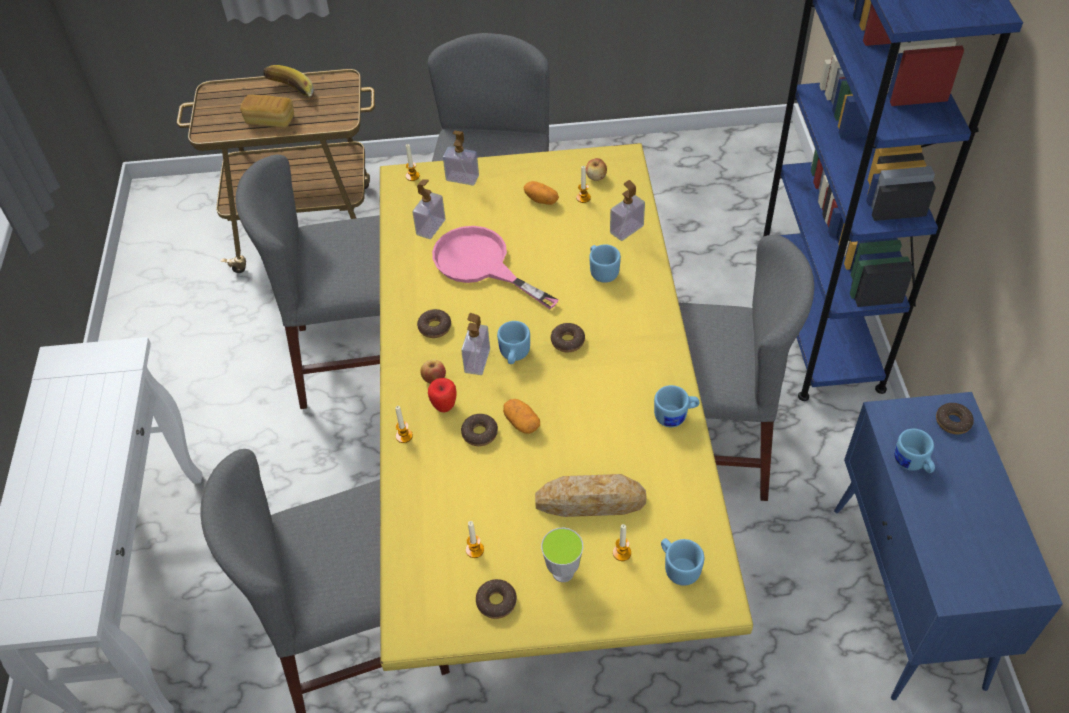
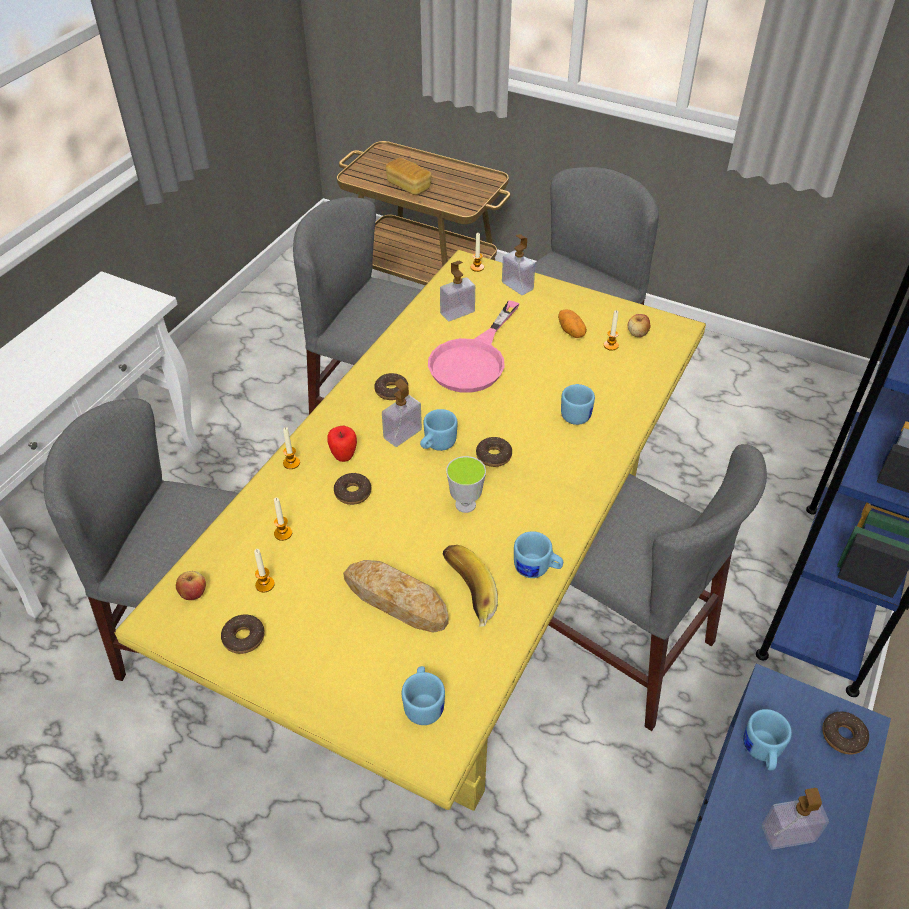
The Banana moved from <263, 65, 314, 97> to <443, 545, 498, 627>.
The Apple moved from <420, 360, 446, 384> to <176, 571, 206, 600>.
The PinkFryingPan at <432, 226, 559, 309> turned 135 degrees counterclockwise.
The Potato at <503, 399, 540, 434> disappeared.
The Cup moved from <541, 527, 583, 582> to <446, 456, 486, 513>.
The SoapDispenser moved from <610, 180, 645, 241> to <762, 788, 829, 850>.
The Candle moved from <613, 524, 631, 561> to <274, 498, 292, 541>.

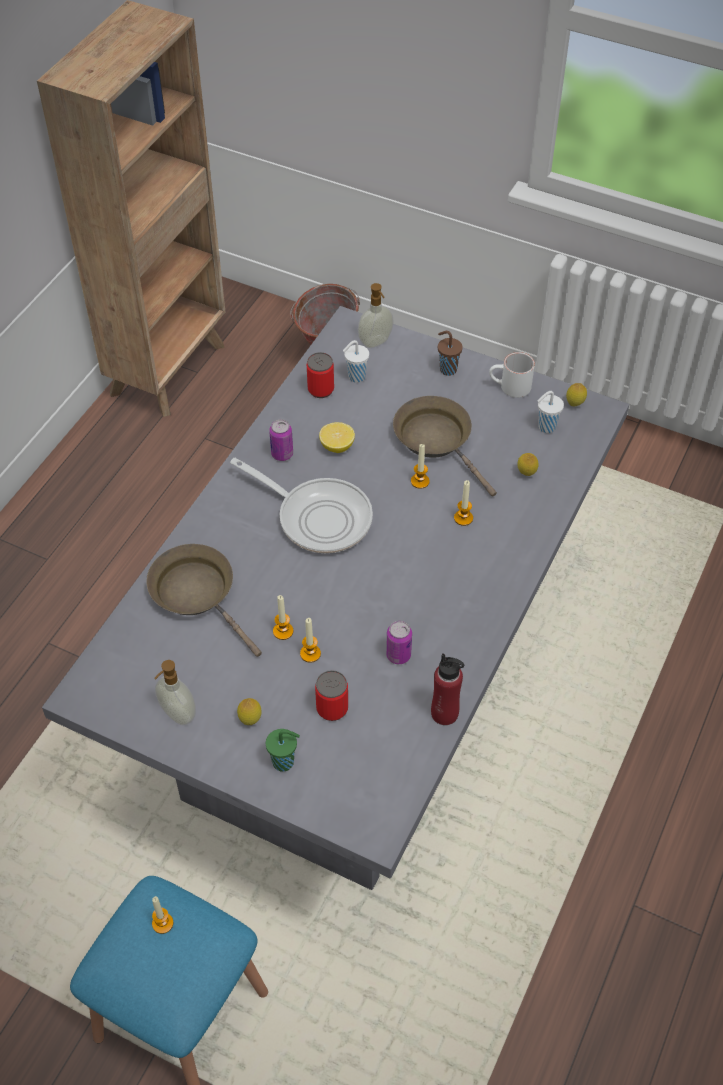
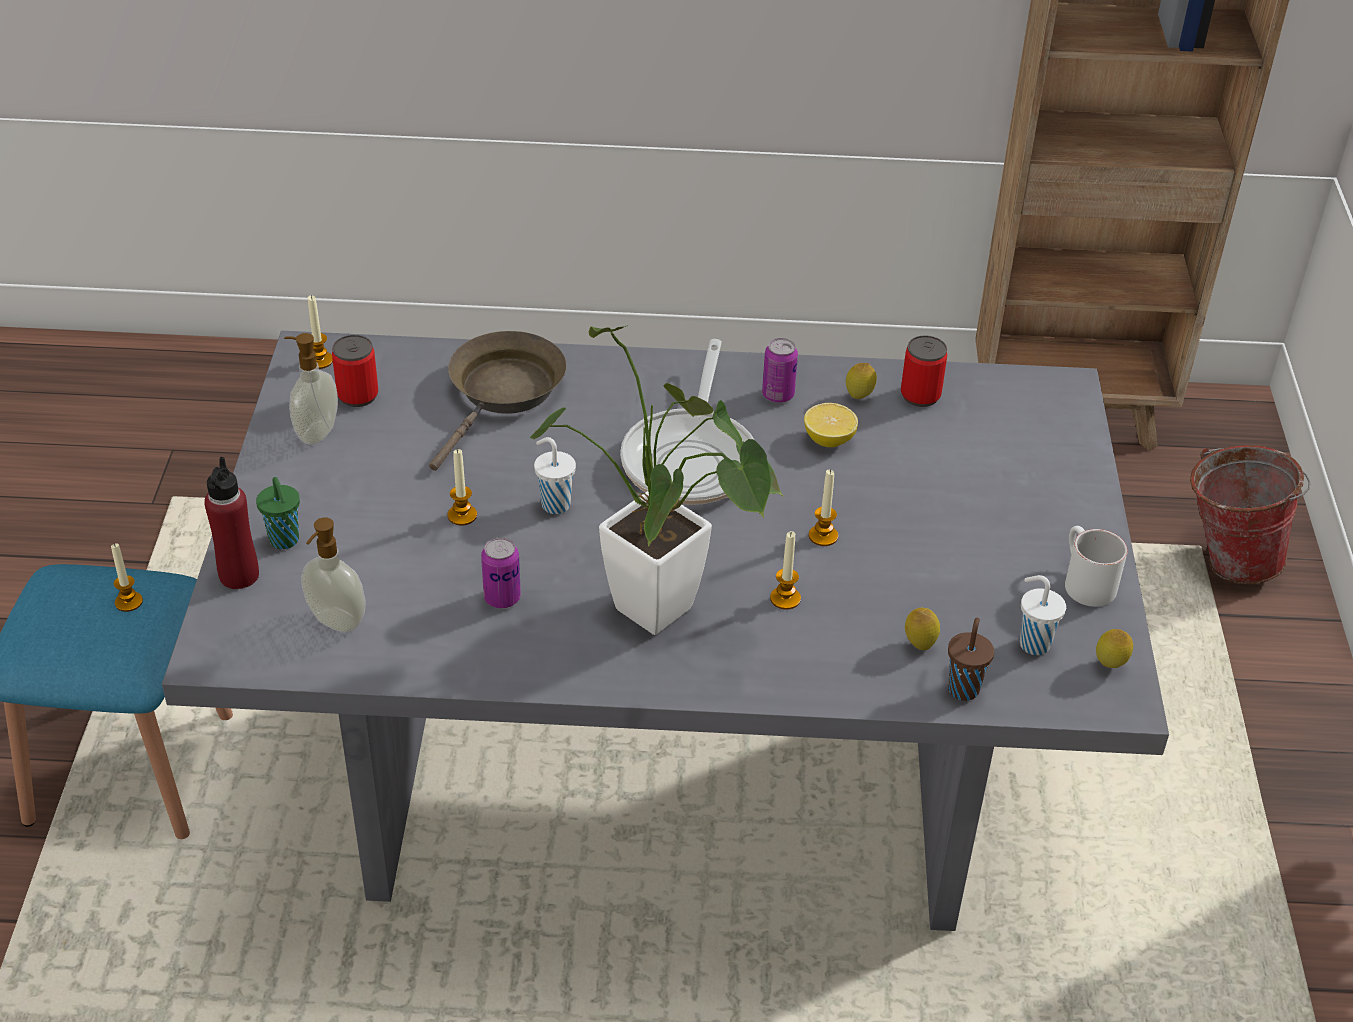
The Lemon moved from <237, 698, 262, 725> to <846, 363, 877, 399>.
The Candle moved from <273, 595, 293, 640> to <308, 295, 333, 369>.
The Can moved from <315, 670, 348, 721> to <332, 335, 378, 407>.
The WhiteCup moved from <343, 340, 369, 383> to <534, 437, 576, 514>.
The SoapDispenser moved from <358, 283, 394, 348> to <301, 518, 366, 632>.
The BrownFryingPan at <393, 396, 497, 497> disappeared.
The RedBottle moved from <431, 654, 464, 725> to <204, 457, 259, 589>.
The BrownCup moved from <438, 331, 463, 376> to <948, 618, 994, 701>.
The PottedPlant at <530, 326, 783, 635> appeared.

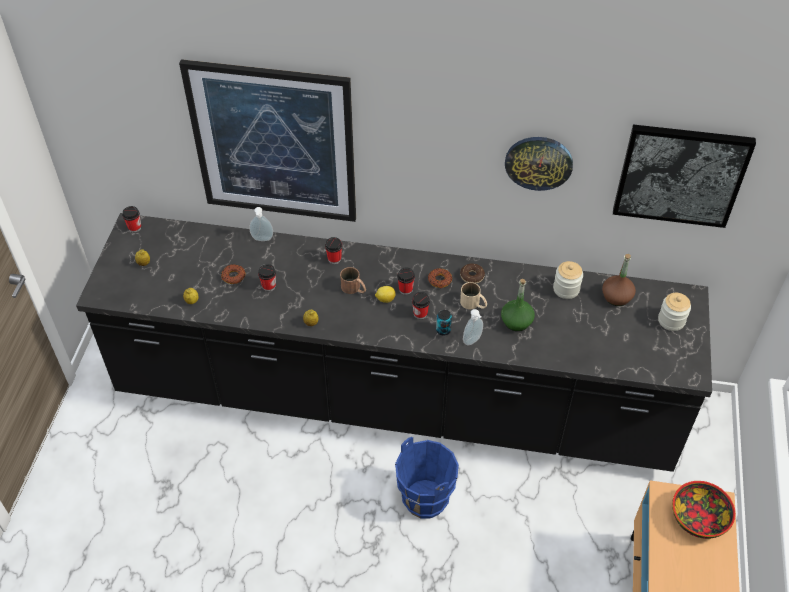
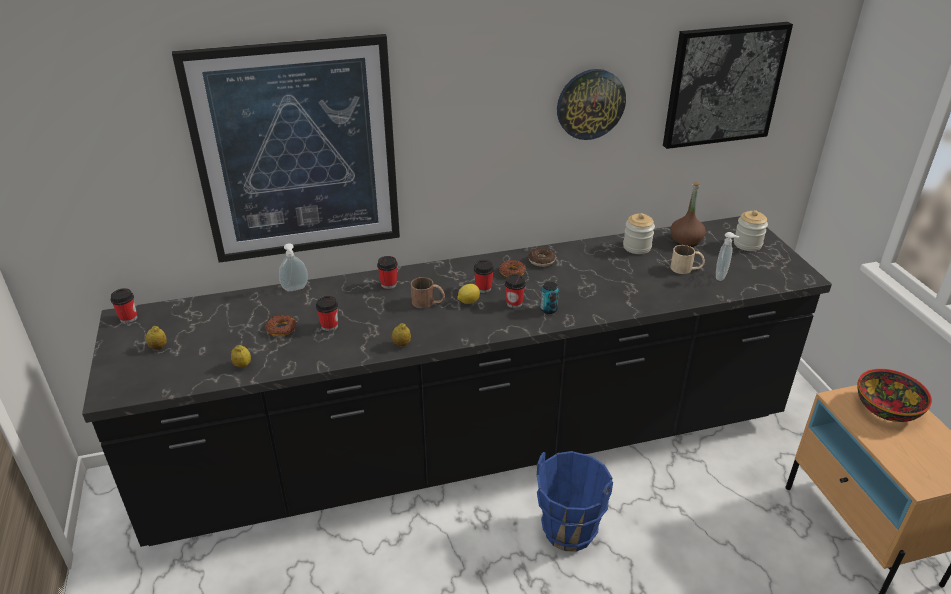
The BeigeMug moved from <460, 282, 487, 309> to <671, 245, 705, 274>.
The SoapDispenser moved from <463, 309, 483, 345> to <716, 232, 739, 281>.
The GreenBottle at <501, 279, 535, 331> disappeared.

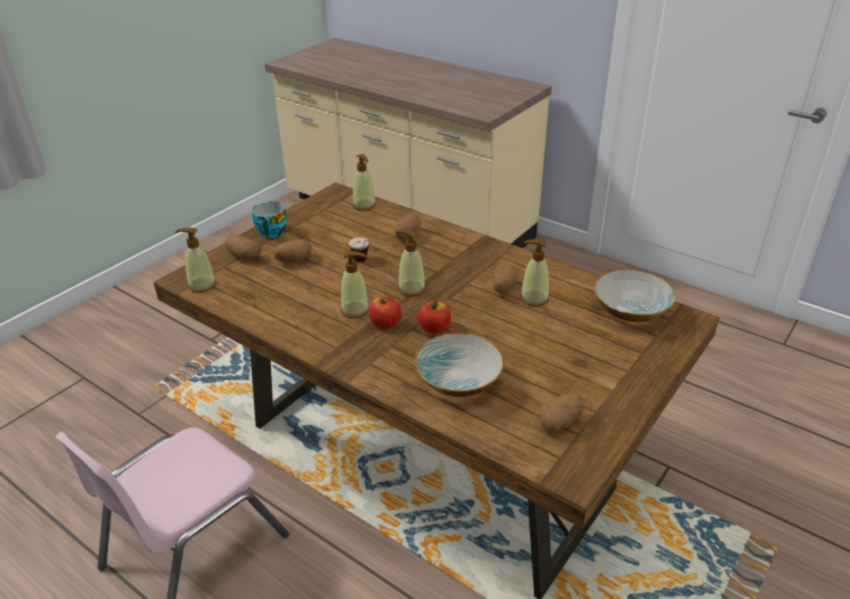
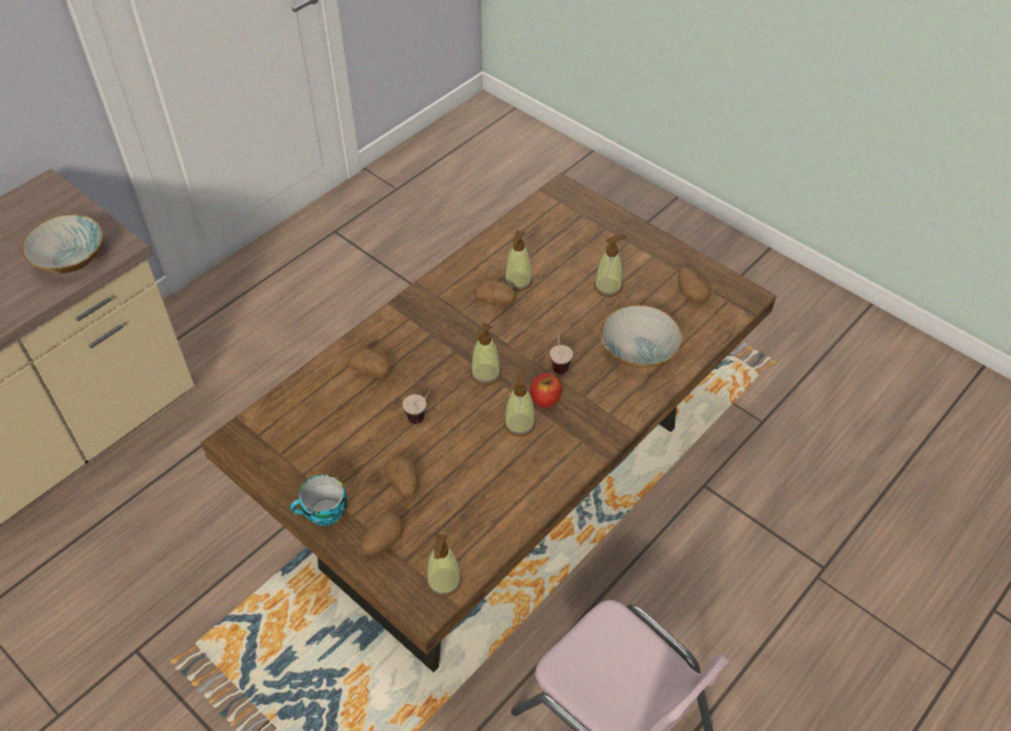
The SoapDispenser moved from <353, 154, 376, 211> to <594, 235, 627, 297>.
The Apple at <418, 300, 451, 334> was replaced by the Cup at <550, 321, 573, 374>.
The Bowl moved from <594, 270, 676, 322> to <21, 214, 103, 273>.

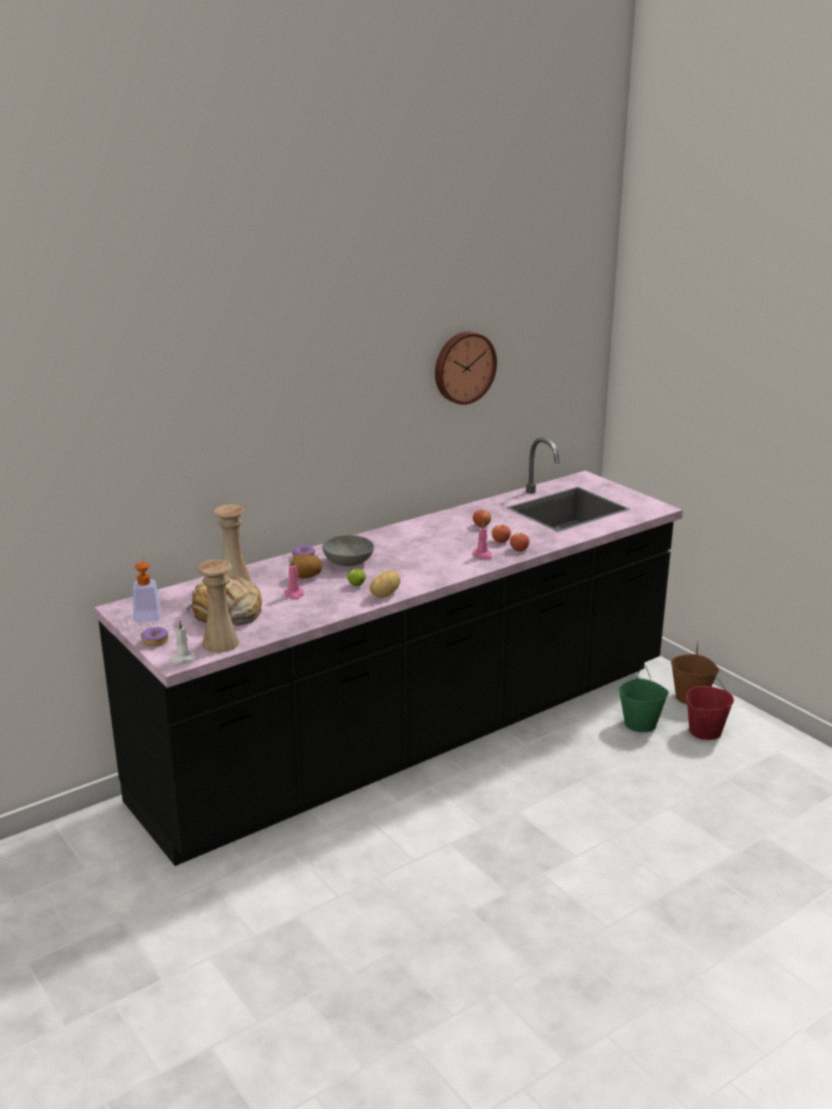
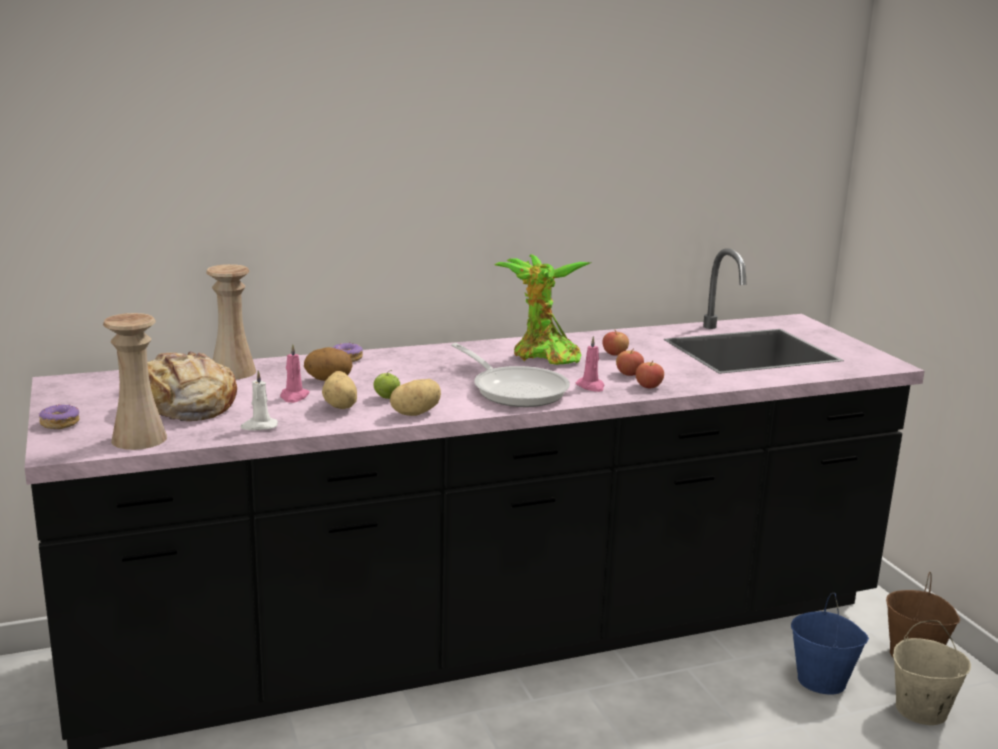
The SoapDispenser at <133, 556, 161, 622> disappeared.
The WhiteCandle moved from <169, 620, 196, 664> to <240, 370, 278, 430>.
The GreyBowl at <322, 535, 374, 566> disappeared.
The WallClock at <435, 332, 497, 405> disappeared.
The GreenBucket at <619, 666, 669, 732> became the BlueBucket at <791, 593, 869, 695>.
The RedBucket at <686, 673, 734, 740> became the BeigeBucket at <893, 620, 971, 725>.
The Potato at <322, 371, 357, 409> appeared.
The FryingPan at <451, 343, 570, 407> appeared.
The PottedPlant at <494, 254, 590, 365> appeared.

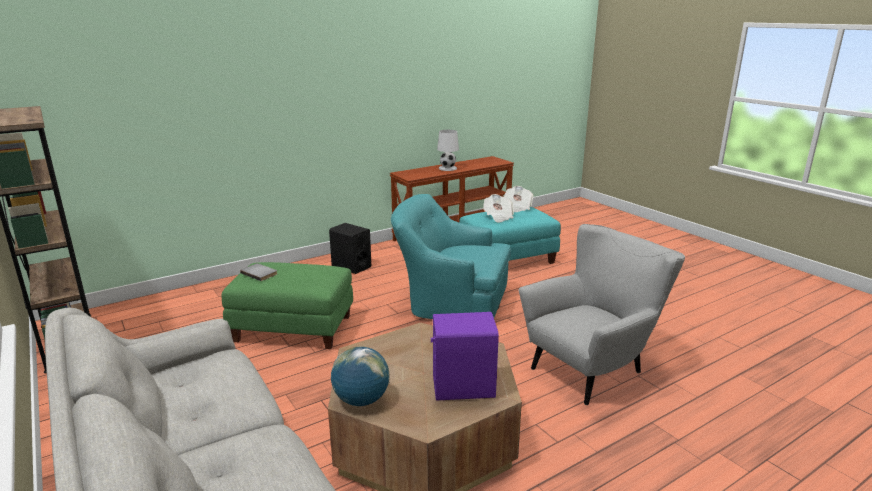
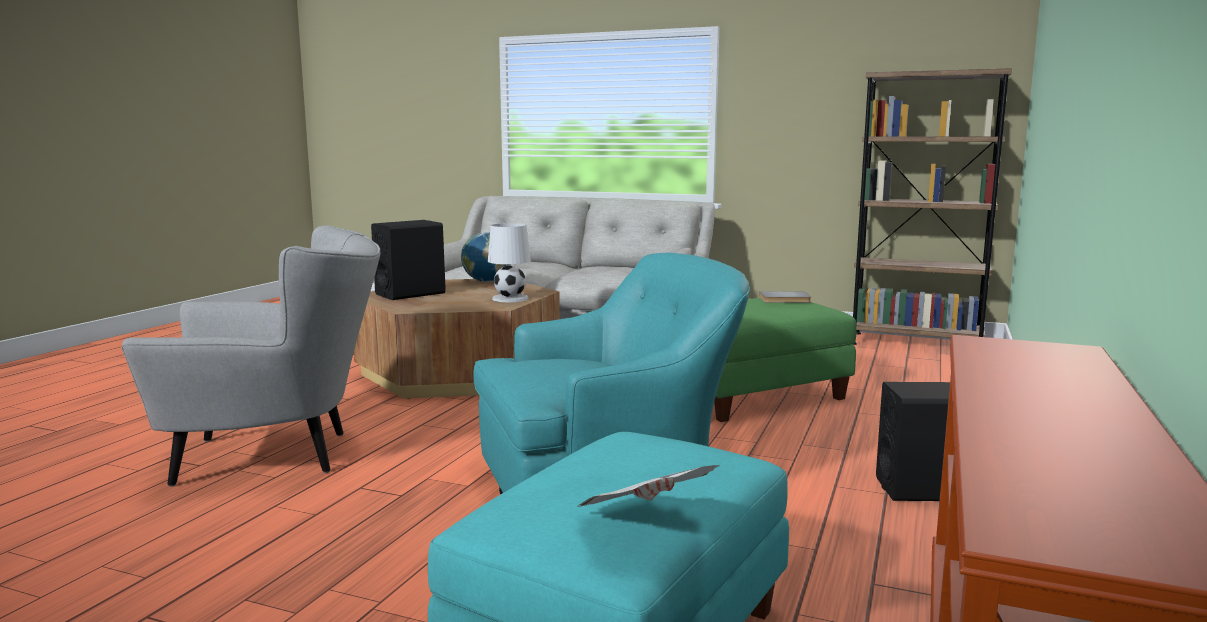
The PurpleSpeaker at <431, 312, 499, 401> became the BlackSpeaker at <371, 220, 446, 300>.
The WhiteTableLamp moved from <437, 130, 459, 171> to <488, 223, 531, 302>.
The Newspaper at <483, 194, 514, 222> disappeared.
The GreyArmchair at <519, 224, 685, 405> turned 120 degrees counterclockwise.

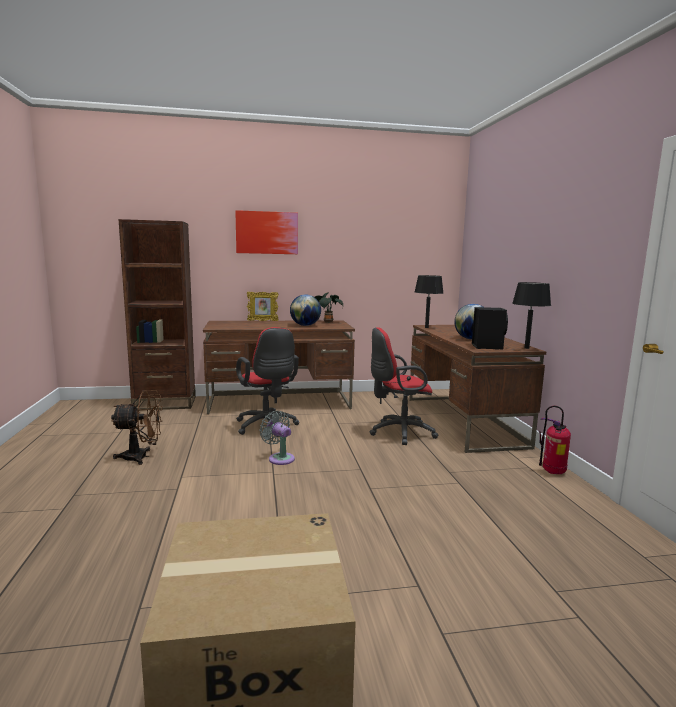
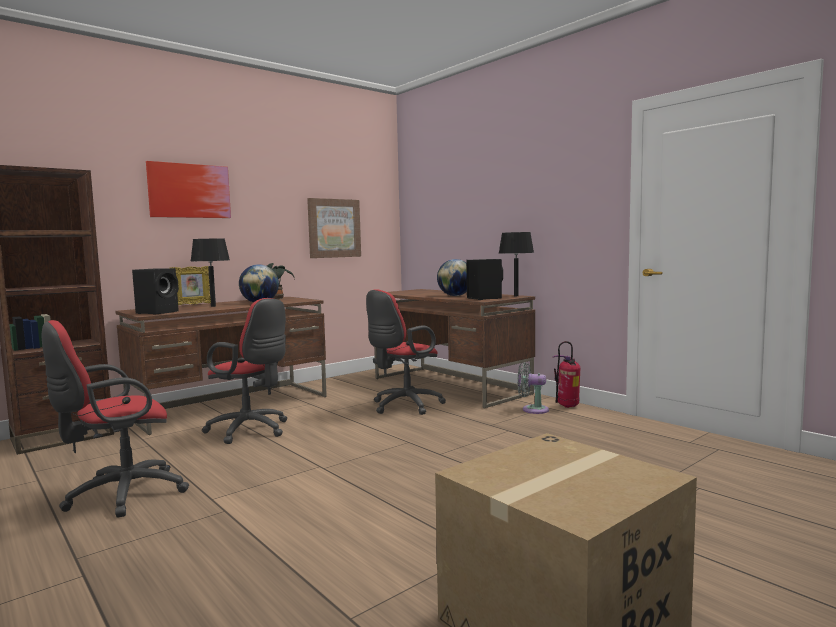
The BrownFan at <111, 390, 162, 465> was replaced by the RedOfficeChair at <42, 320, 189, 518>.
The GreyFan moved from <260, 411, 295, 465> to <517, 362, 549, 414>.
The BlackTableLamp moved from <415, 275, 443, 328> to <191, 239, 230, 307>.
The BlackSpeaker at <132, 268, 179, 314> appeared.
The Picture at <307, 198, 361, 258> appeared.

